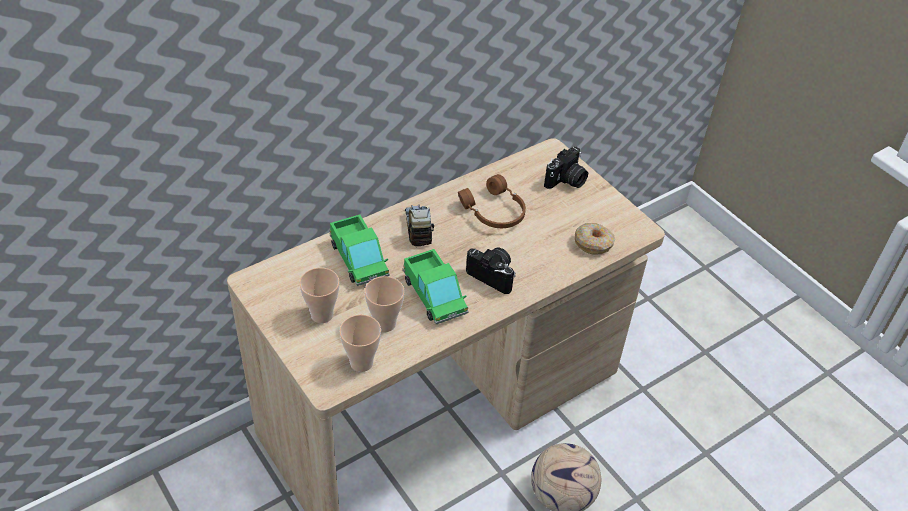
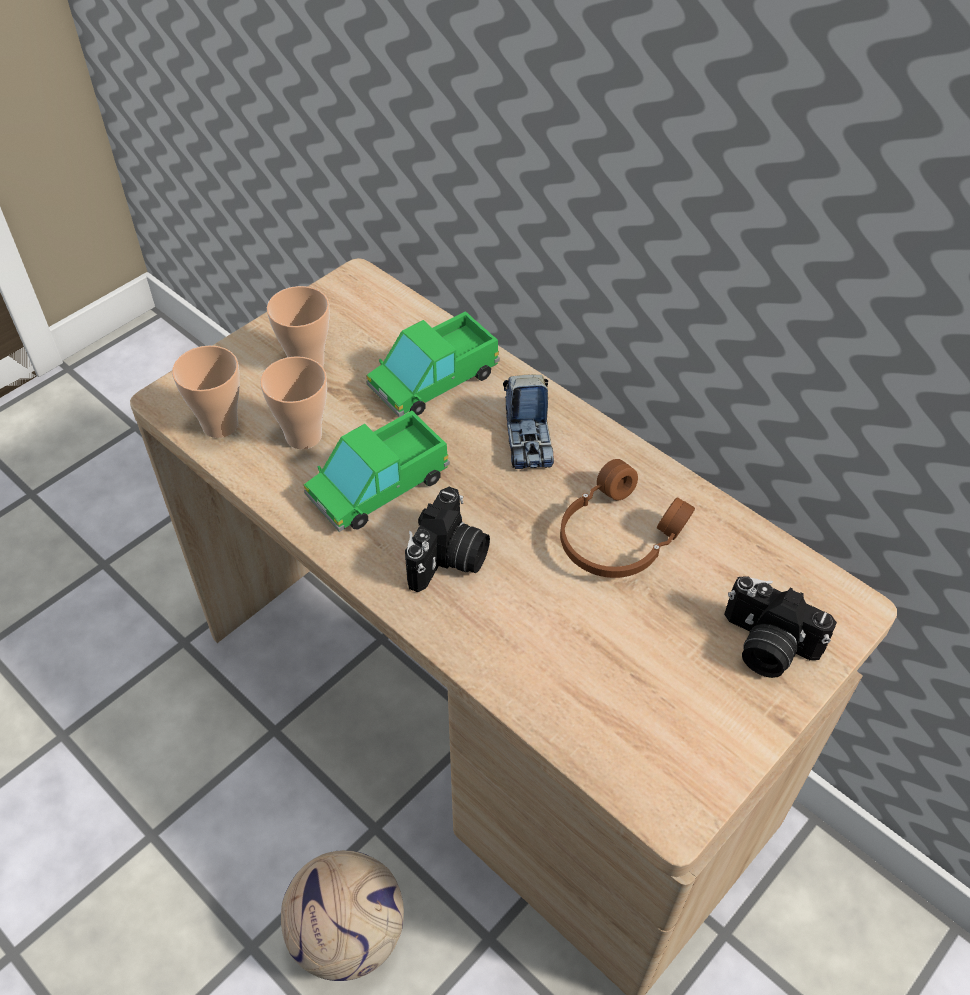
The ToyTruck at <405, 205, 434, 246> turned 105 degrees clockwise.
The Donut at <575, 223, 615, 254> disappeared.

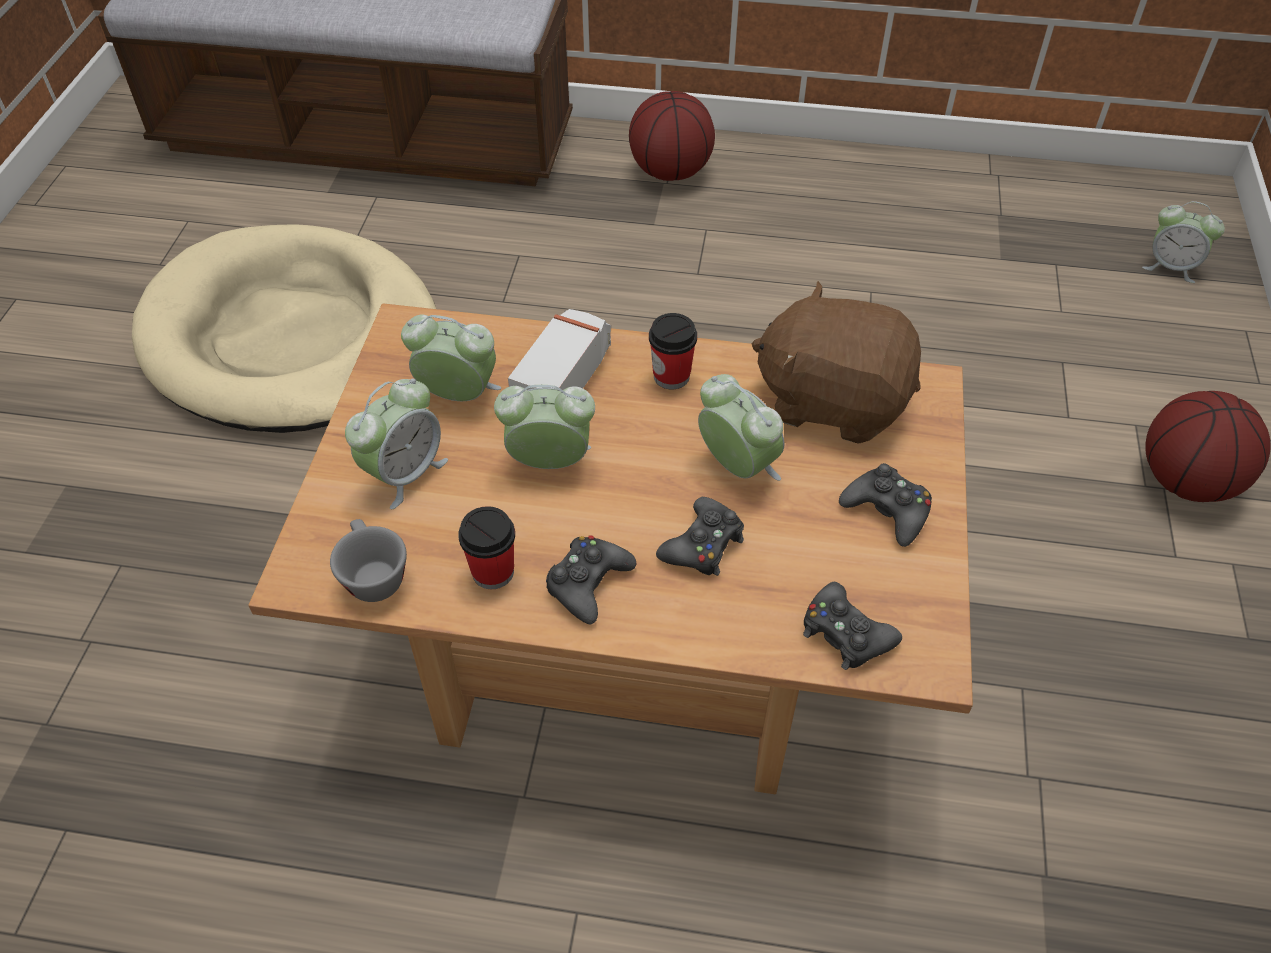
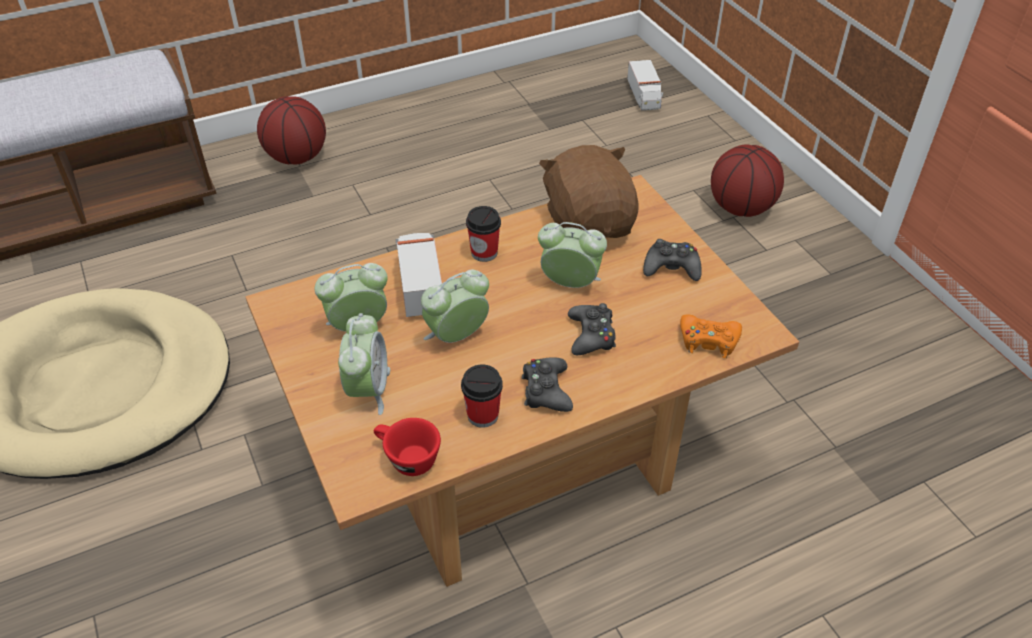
The GreyCup at <330, 519, 407, 602> became the RedCup at <374, 418, 441, 476>.
The BrownPlushToy at <751, 281, 921, 444> turned 90 degrees clockwise.
The BlackGameController at <803, 582, 902, 670> became the OrangeGameController at <680, 314, 742, 358>.
The AlarmClock at <1142, 201, 1225, 283> was replaced by the ToyTruck at <627, 60, 663, 110>.

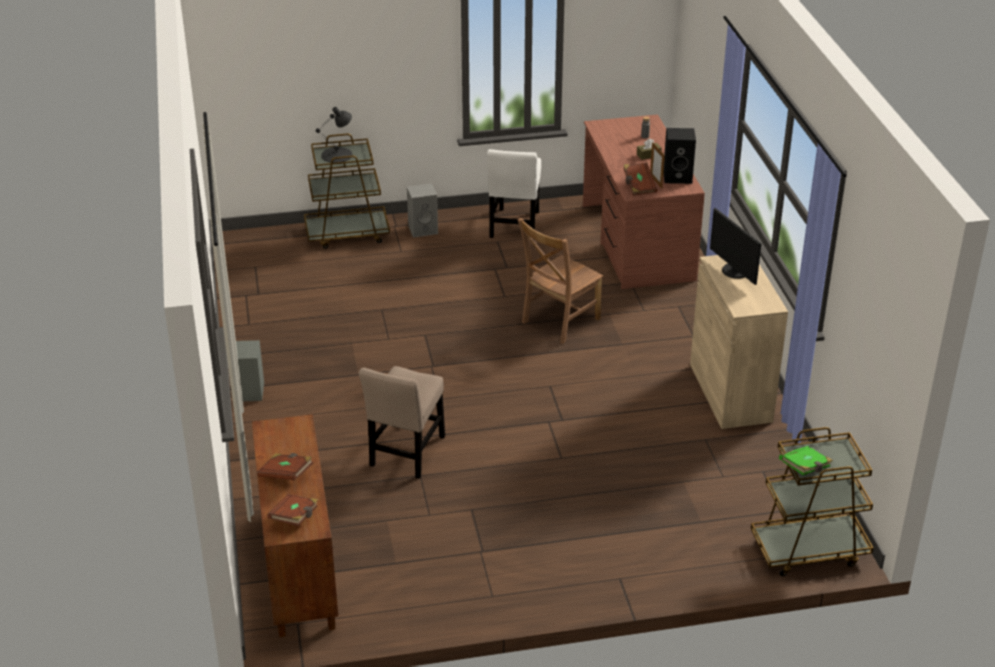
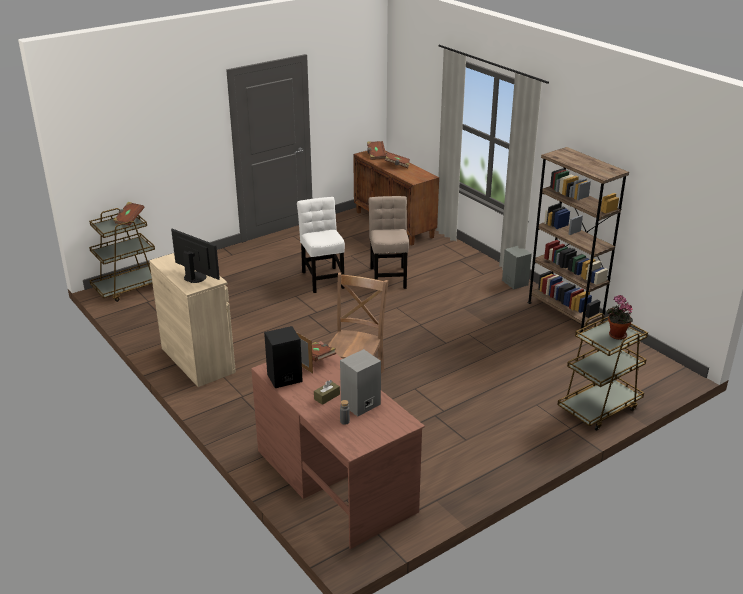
The BlackTableLamp at <316, 107, 352, 163> was replaced by the PottedPlant at <607, 295, 633, 340>.
The GreySpeaker moved from <407, 183, 438, 238> to <340, 349, 381, 417>.
The WhiteChair moved from <487, 149, 541, 240> to <297, 197, 345, 293>.
The GreenBook at <779, 446, 833, 475> became the BrownBook at <113, 202, 145, 226>.
The BrownBookcase at <528, 147, 629, 333> appeared.

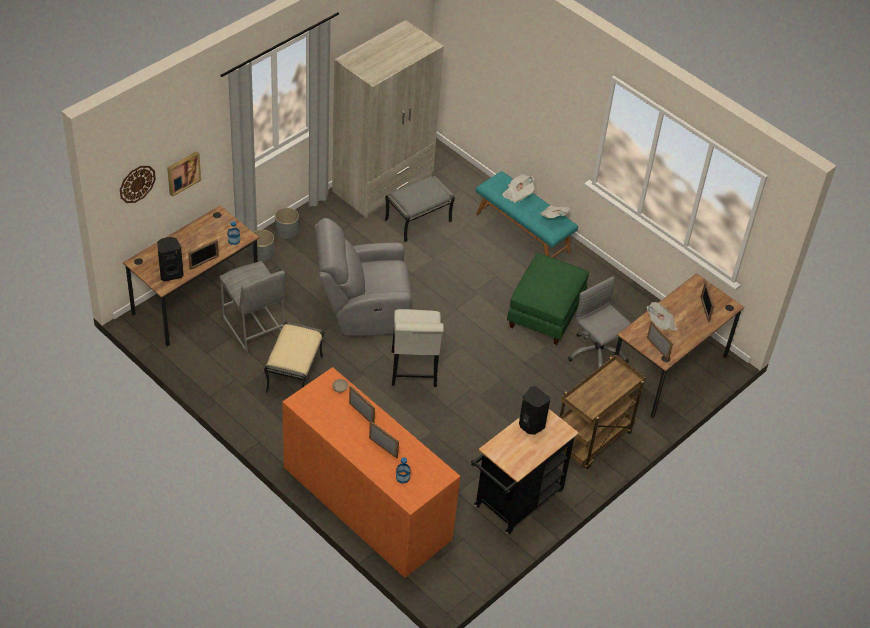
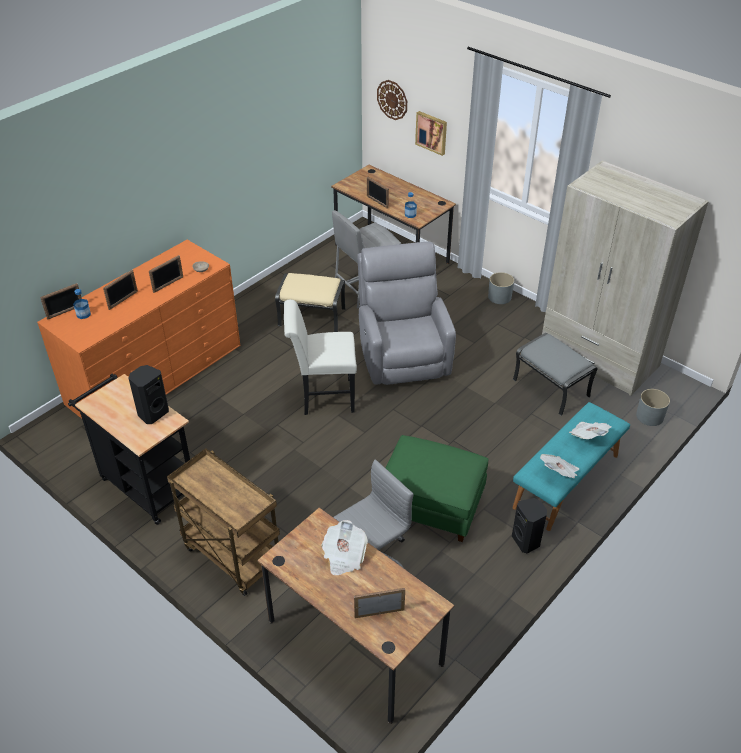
The BlackSpeaker moved from <157, 237, 184, 281> to <512, 498, 547, 554>.
The GreyPlanter moved from <250, 230, 274, 262> to <636, 389, 670, 426>.
The PictureFrame moved from <647, 321, 673, 360> to <40, 283, 82, 320>.

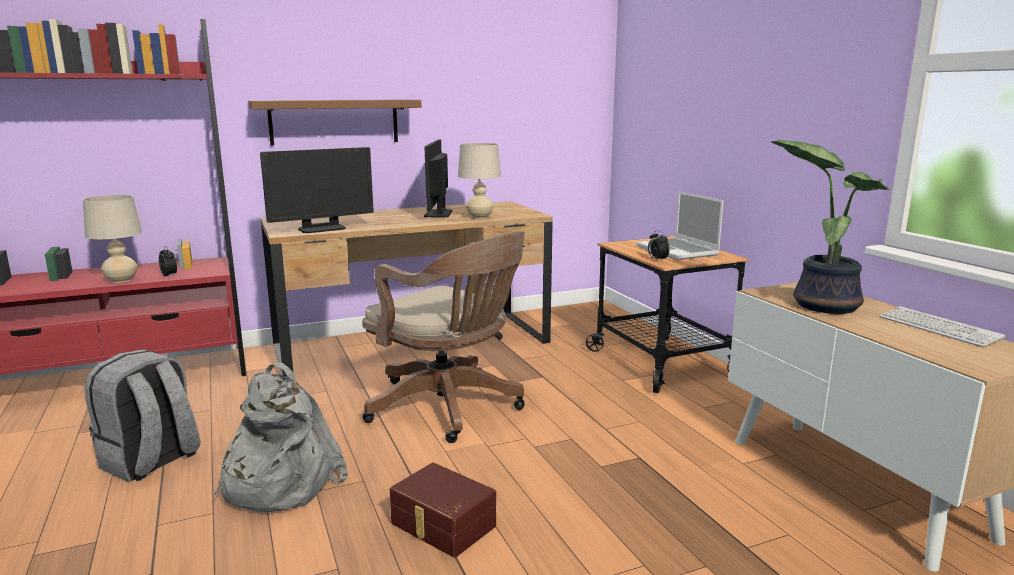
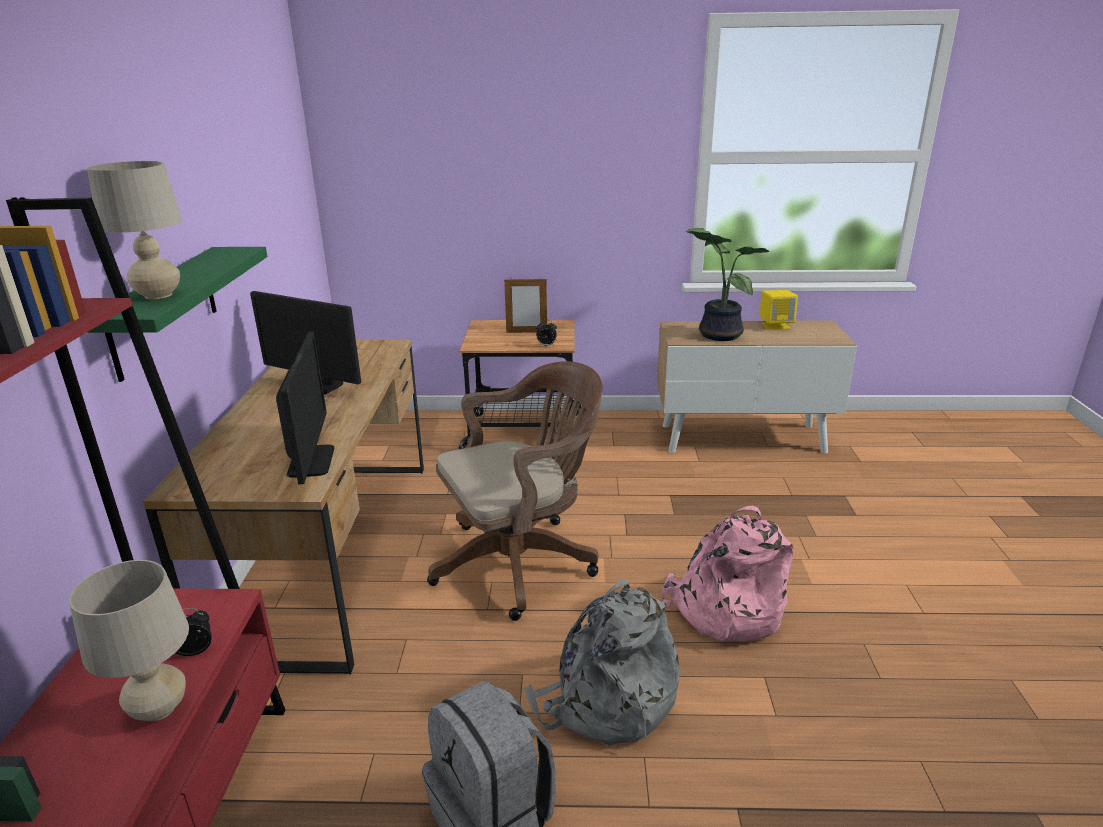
The BrownShelf at <249, 100, 422, 146> became the GreenShelf at <87, 247, 267, 382>.
The BrownStorageBox at <390, 462, 496, 558> was replaced by the PinkBackpack at <662, 505, 794, 641>.
The BeigeTableLamp moved from <458, 143, 501, 219> to <87, 161, 183, 299>.
The Laptop at <636, 191, 724, 260> was replaced by the PictureFrame at <504, 277, 547, 333>.
The Keyboard at <879, 307, 1006, 347> was replaced by the YellowSpeaker at <760, 290, 798, 330>.

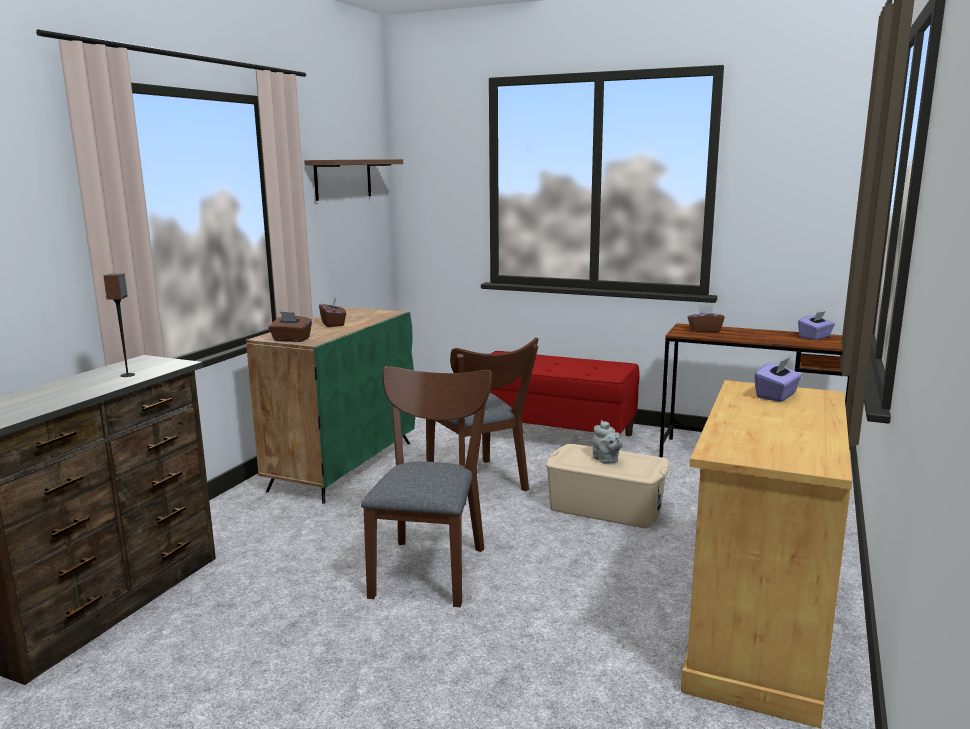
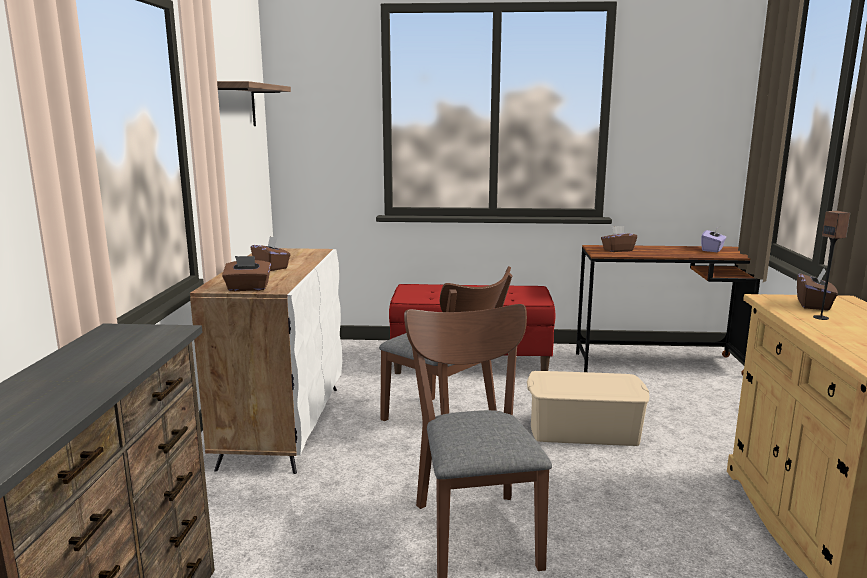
The Speaker moved from <104, 273, 135, 377> to <813, 211, 850, 320>.
The GreenCabinet at <246, 307, 415, 504> became the WhiteCabinet at <190, 248, 342, 474>.
The GreyTeapot at <592, 420, 623, 464> disappeared.
The PurpleTissueBox at <754, 358, 802, 402> became the BrownTissueBox at <797, 268, 838, 310>.

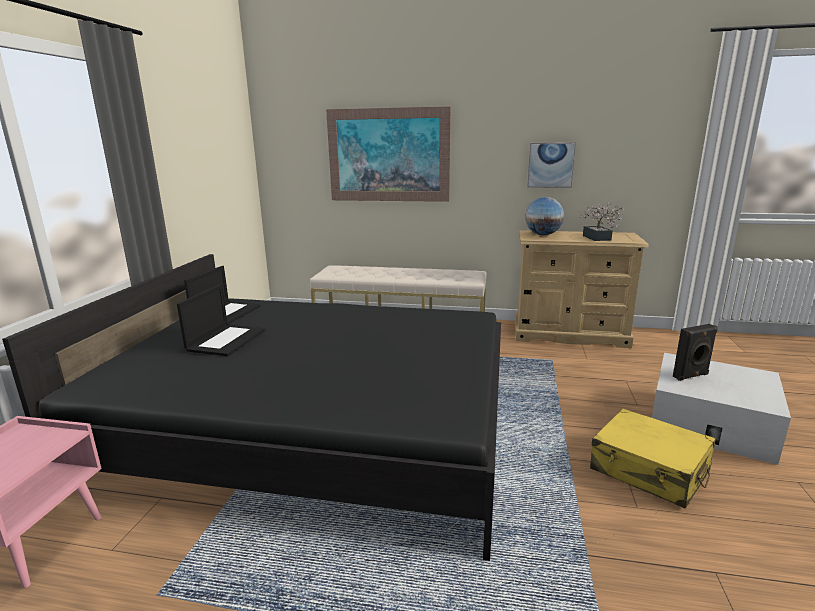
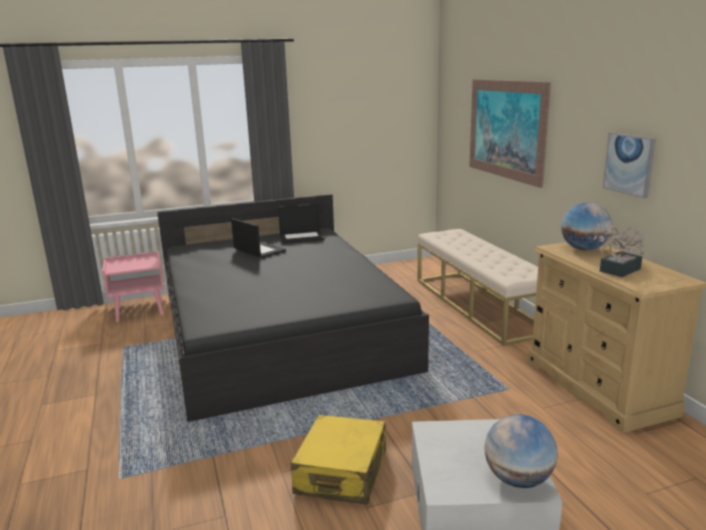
The Laptop at <177, 284, 265, 356> turned 120 degrees counterclockwise.
The BlackSpeaker at <673, 324, 718, 381> disappeared.
The Globe at <484, 414, 558, 488> appeared.

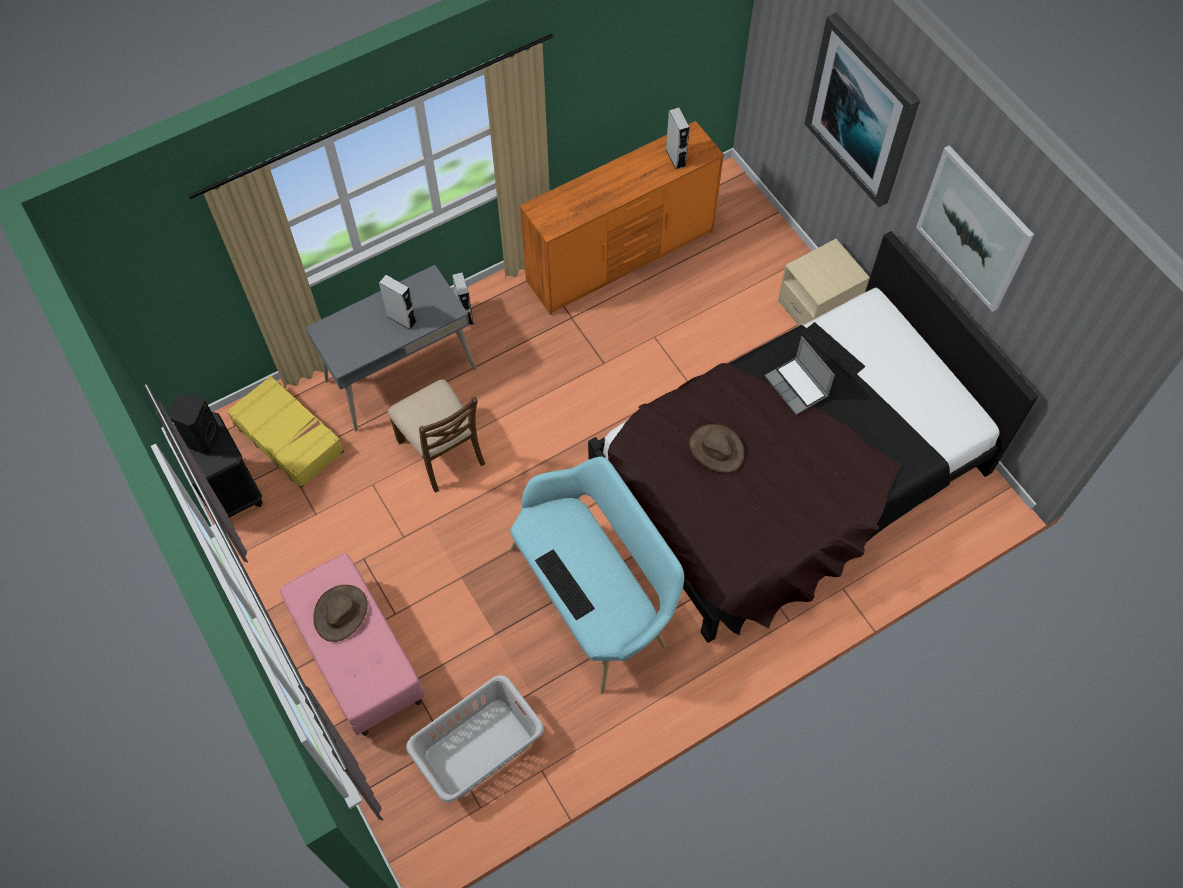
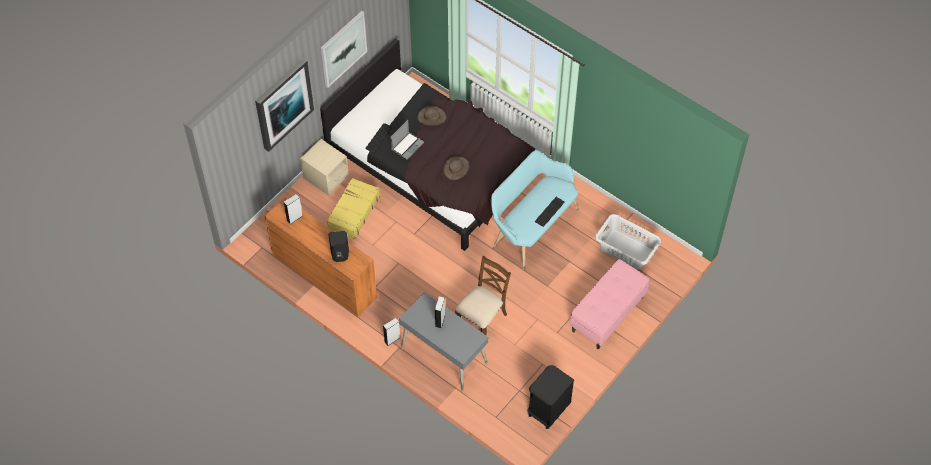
The BlackSpeaker moved from <169, 394, 221, 455> to <328, 231, 349, 262>.
The YellowSuitcase moved from <227, 375, 344, 488> to <327, 178, 380, 239>.
The BrownHat moved from <313, 585, 368, 642> to <417, 106, 446, 125>.

